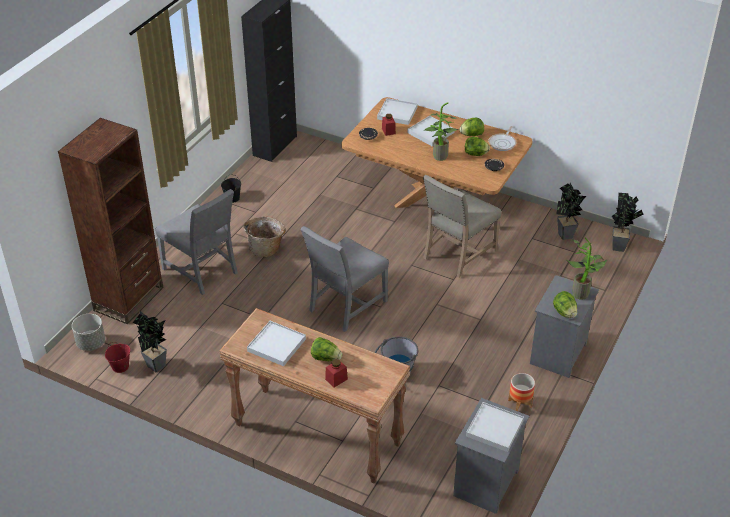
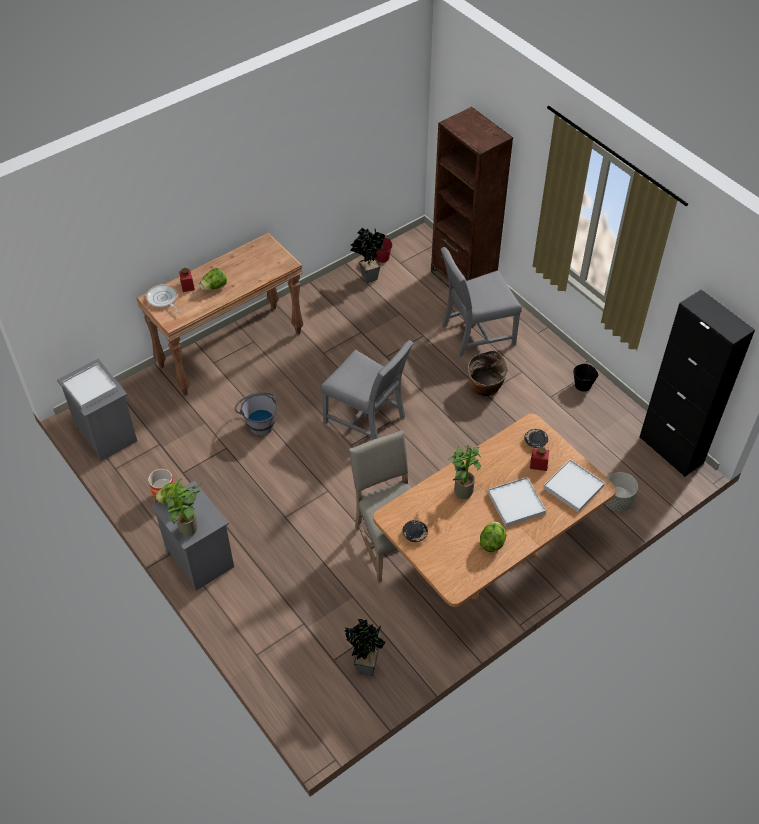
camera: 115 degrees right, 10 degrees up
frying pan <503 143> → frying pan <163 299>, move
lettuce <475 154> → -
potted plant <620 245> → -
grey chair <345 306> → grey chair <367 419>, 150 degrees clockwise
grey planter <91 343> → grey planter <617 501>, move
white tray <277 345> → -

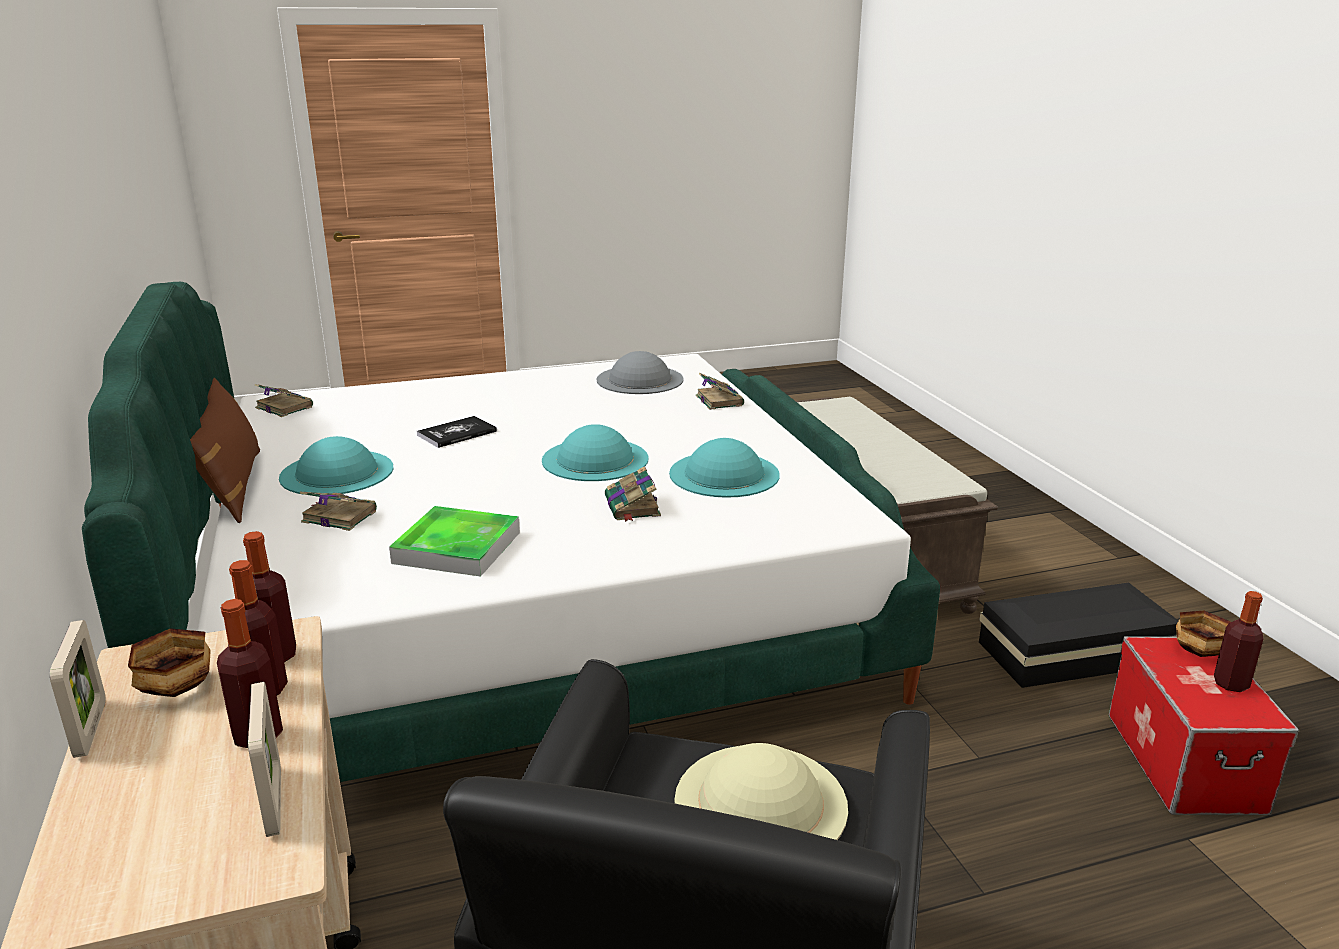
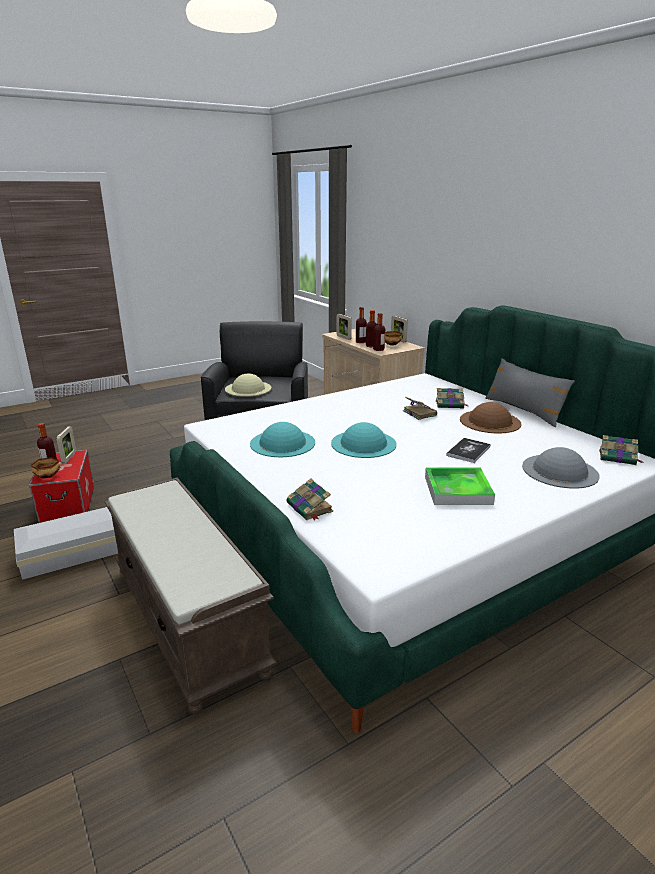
camera: 165 degrees right, 0 degrees up
grey hat <640 379> → grey hat <559 471>, move
brown pillow <233 486> → grey pillow <523 410>
turquoise hat <337 472> → brown hat <490 421>
book <632 507> → book <419 413>, move
tray <457 547> → tray <457 490>, move
black storage box <1077 653> → white storage box <73 551>
- → picture frame <69 458>

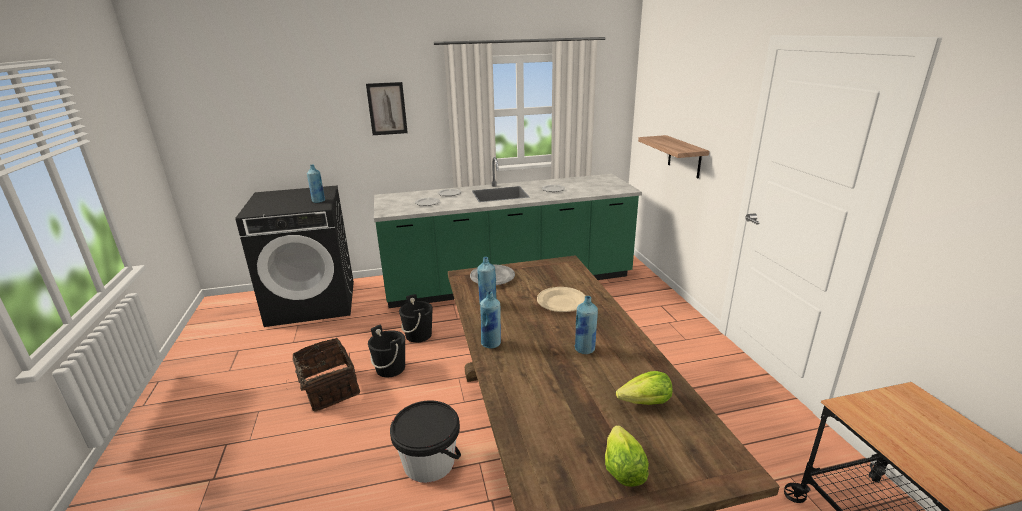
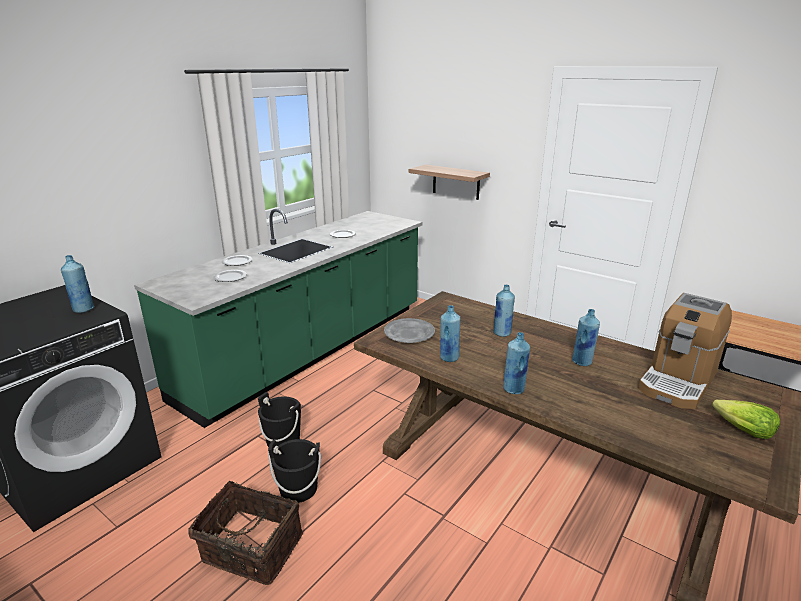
camera: 40 degrees left, 0 degrees up
picture <387 108> → -
beige plate <561 302> → blue bottle <502 333>
lettuce <645 402> → coffee machine <678 381>
black bucket <429 462> → -

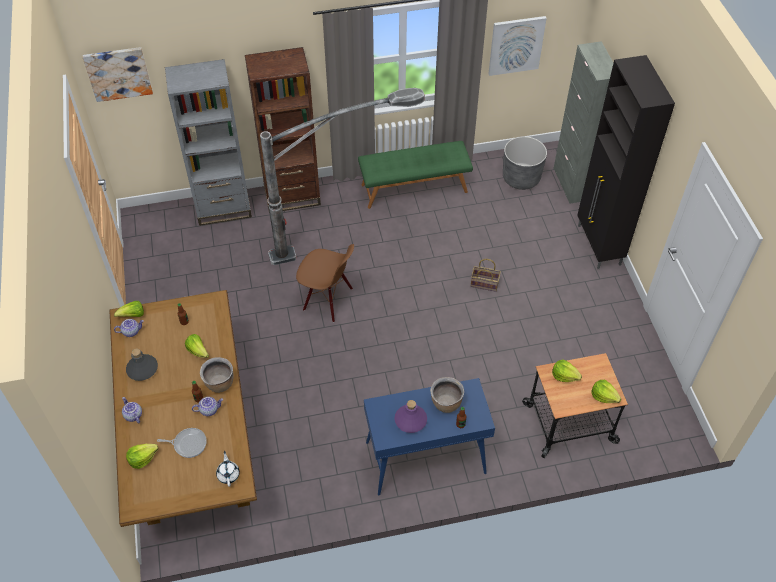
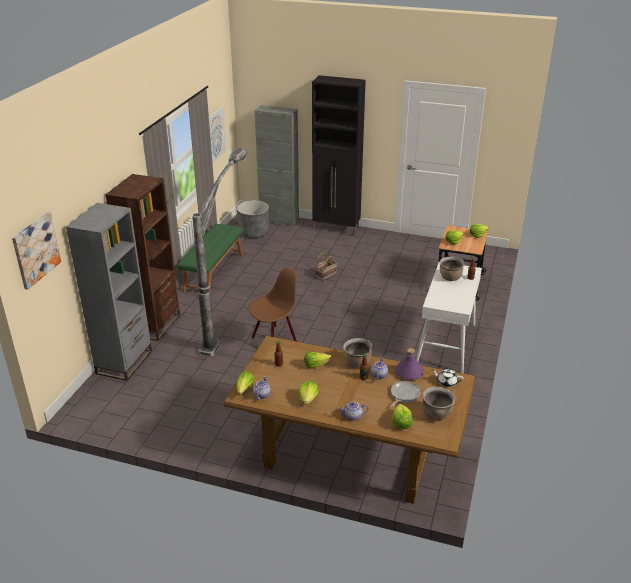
camera: 60 degrees left, 20 degrees down
grey bottle <142 369> → lettuce <308 399>
blue console table <425 458> → white console table <446 344>
purple bottle <411 420> → purple bottle <409 372>, move
- → brown cooking pot <436 414>

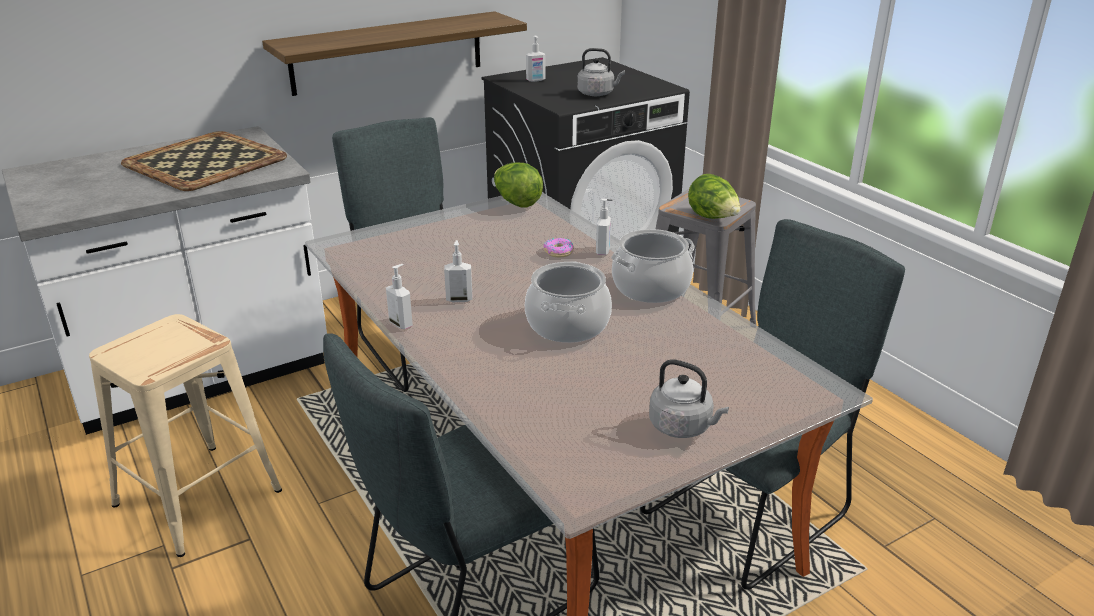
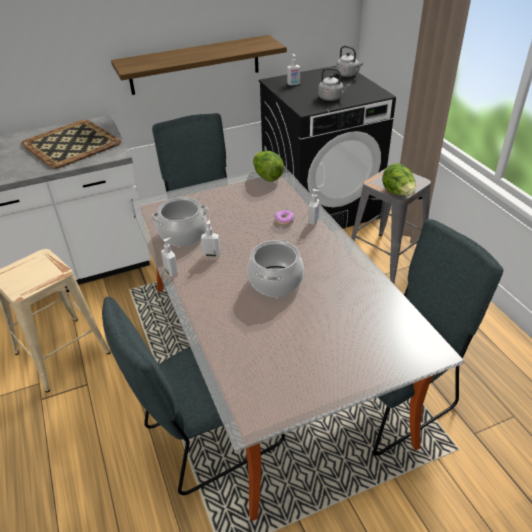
camera: 10 degrees right, 10 degrees up
cooking pot <650 287> → cooking pot <183 234>, move
grey kettle <683 427> → grey kettle <348 75>, move

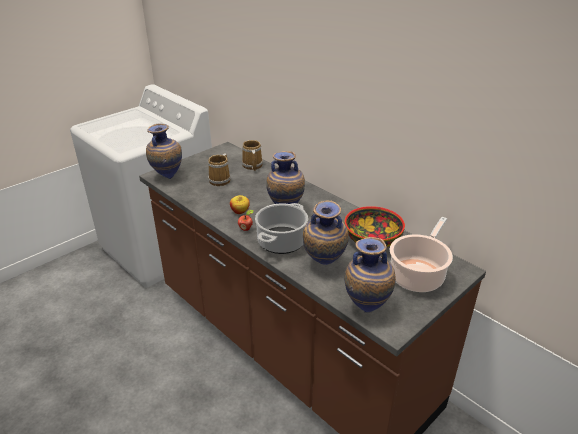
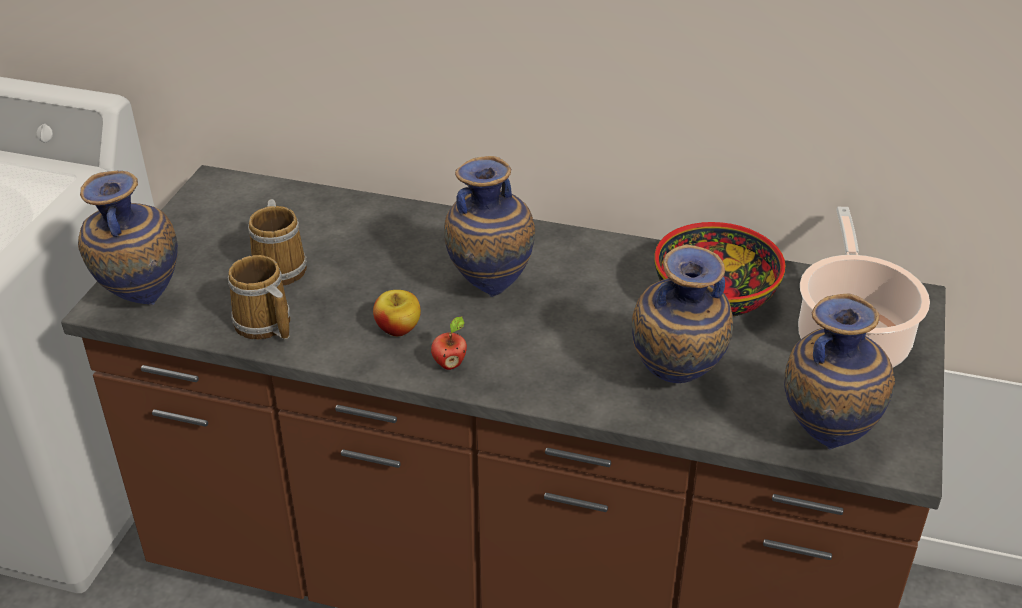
camera: 30 degrees left, 5 degrees up
mug <252 166> → mug <263 325>, move
cooking pot <281 242> → -

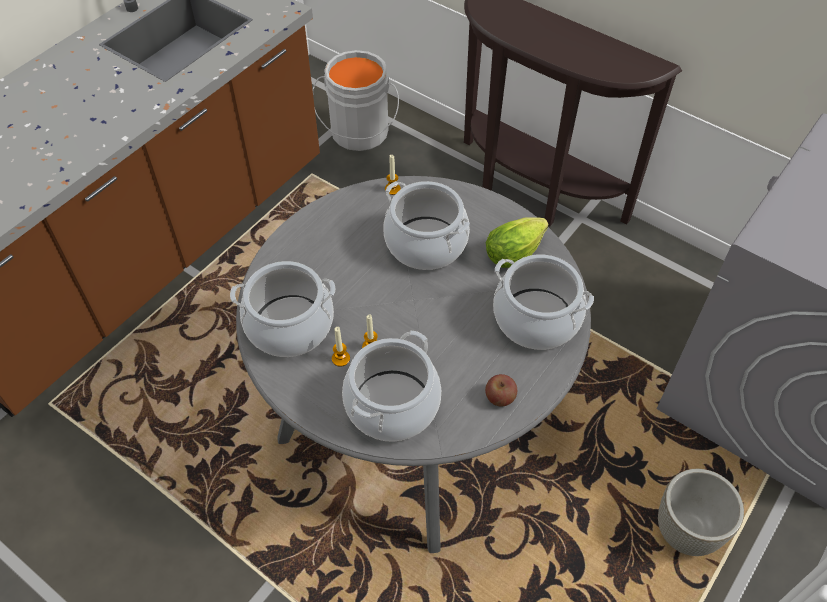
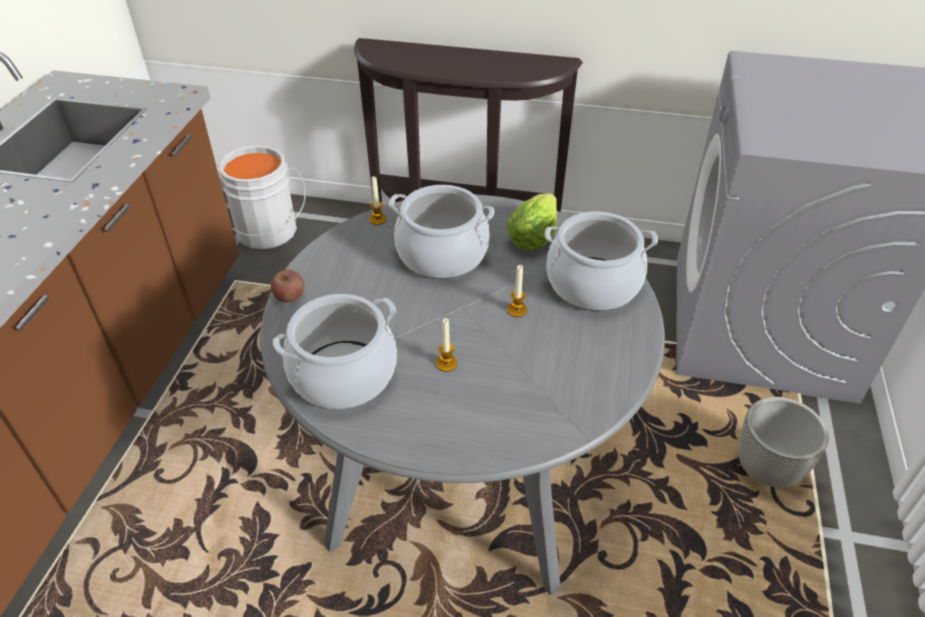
camera: 25 degrees left, 10 degrees down
candle <341 358> → candle <517 310>, move
cooking pot <392 405> → -
apple <500 397> → apple <289 296>, move

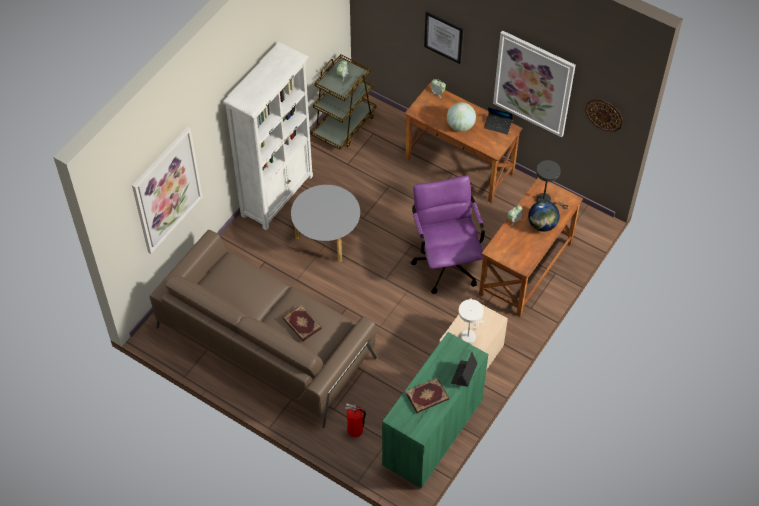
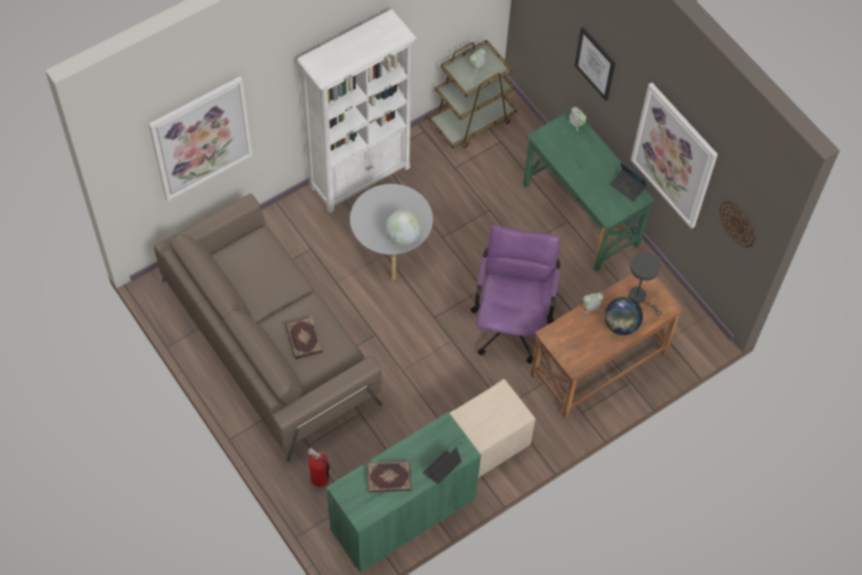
camera: 20 degrees right, 5 degrees up
brown desk <459 165> → green desk <581 214>
globe <460 126> → globe <403 236>, move
white table lamp <469 335> → -

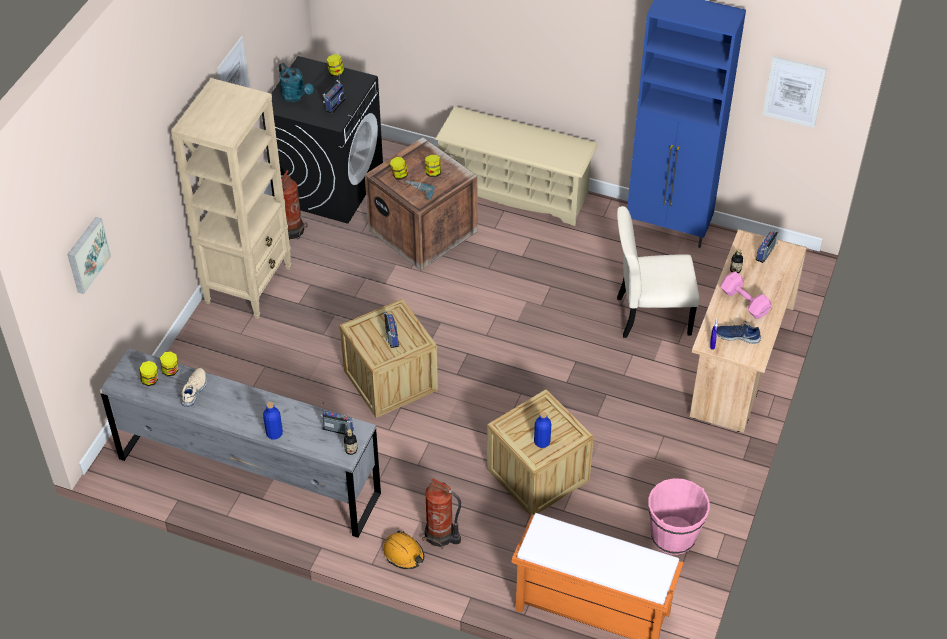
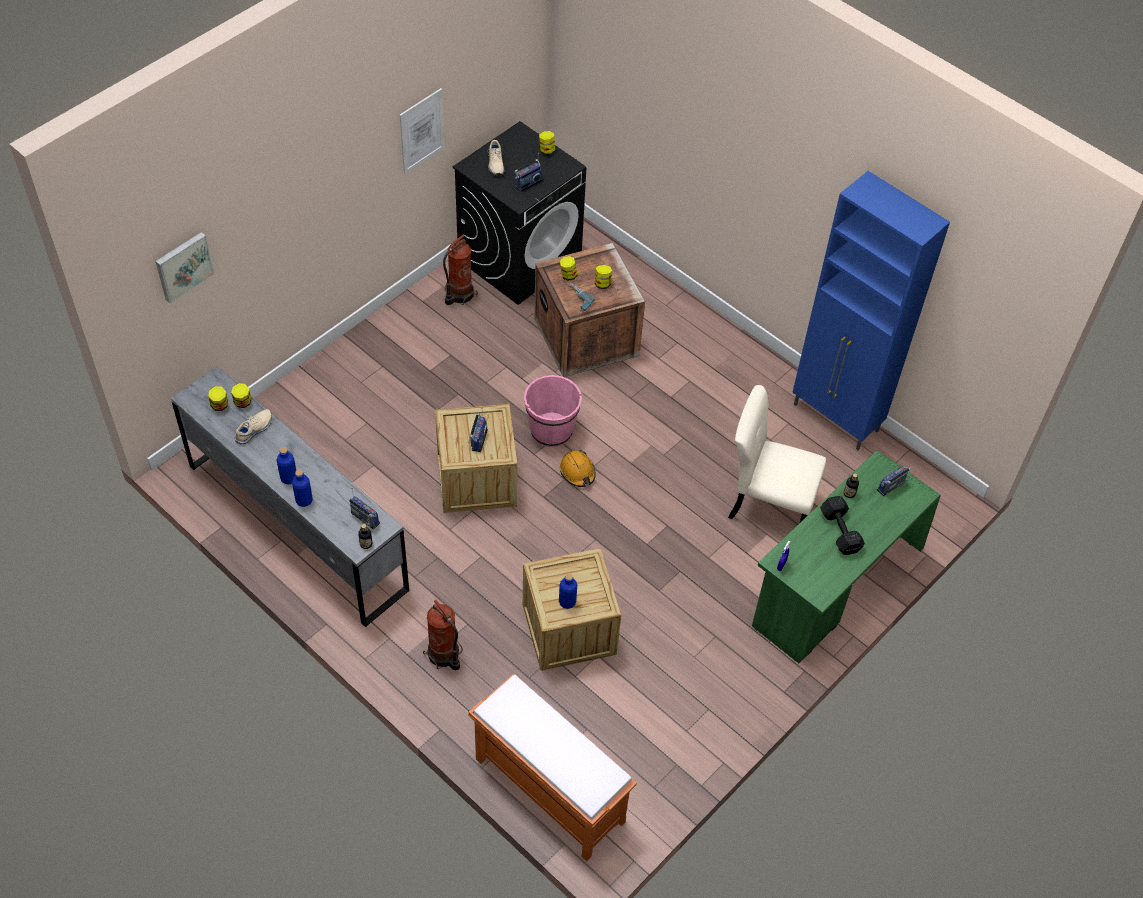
camera: 20 degrees right, 5 degrees up
picture <794 91> → -
turquoise watering can <296 97> → beige shoe <495 163>
beige bookcase <249 284> → -
beige shoe rack <515 191> → -
beige desk <739 361> → green desk <834 586>
pink dumbbell <745 303> → black dumbbell <840 533>
blue shoe <737 336> → -
pink bucket <673 536> → pink bucket <551 430>, move
orange hard hat <403 554> → orange hard hat <577 472>, move
- → blue bottle <289 478>

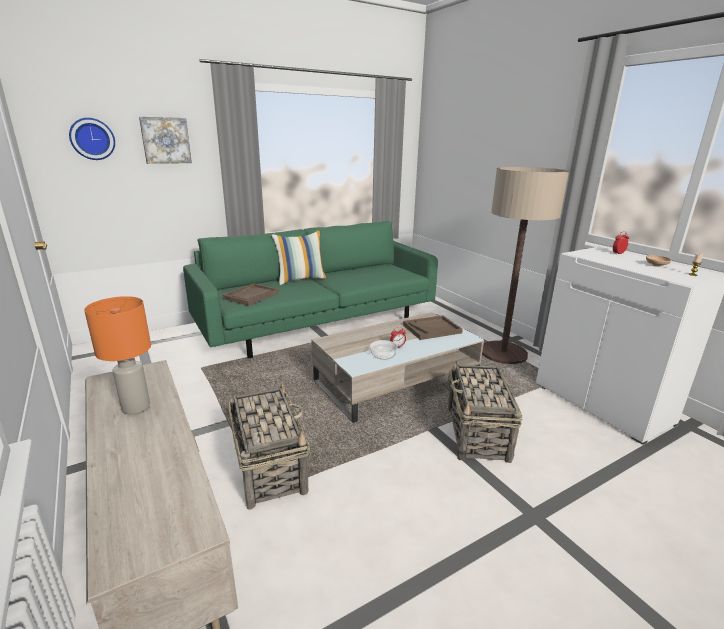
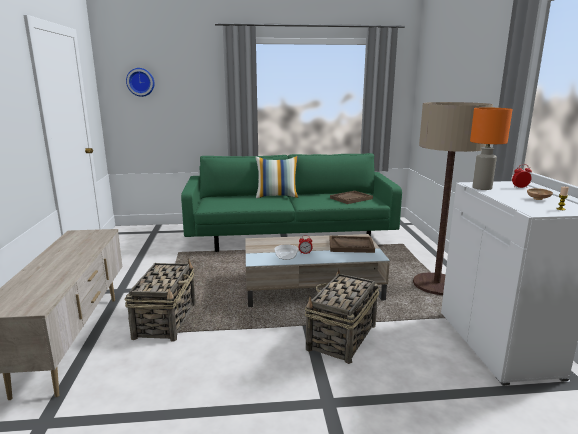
camera: 25 degrees right, 5 degrees down
picture <165 140> → -
brown tray <251 296> → brown tray <351 198>, move
orange table lamp <135 407> → orange table lamp <481 188>, move

